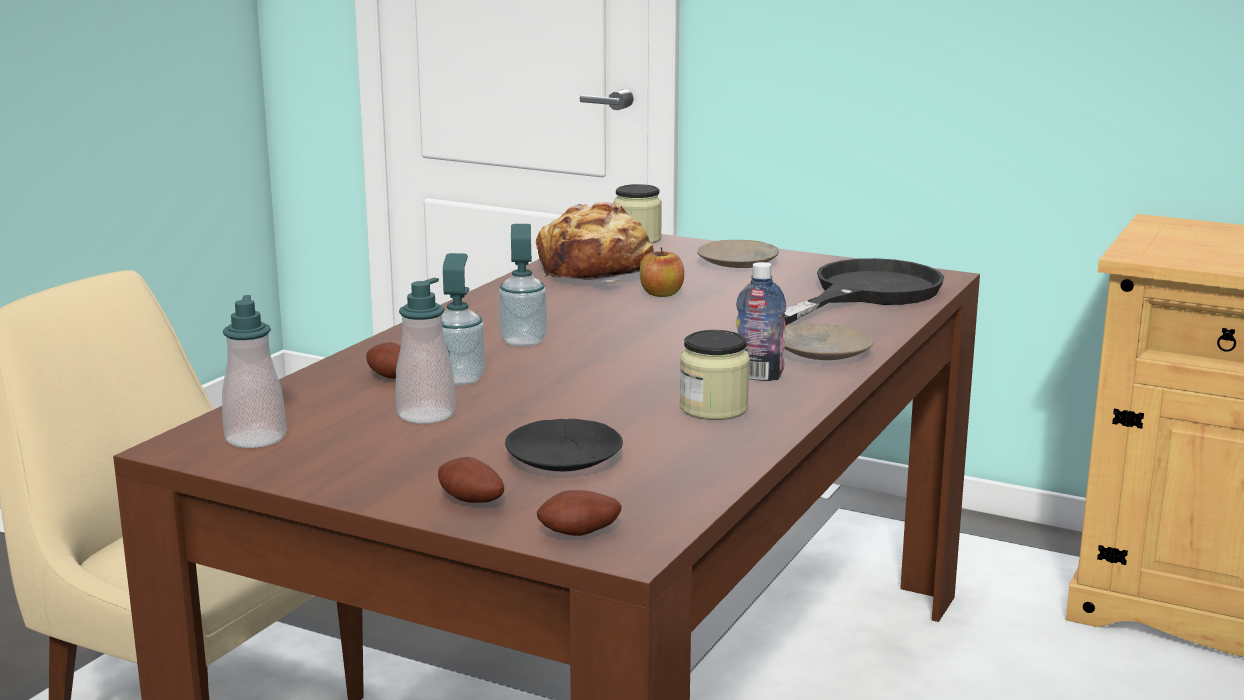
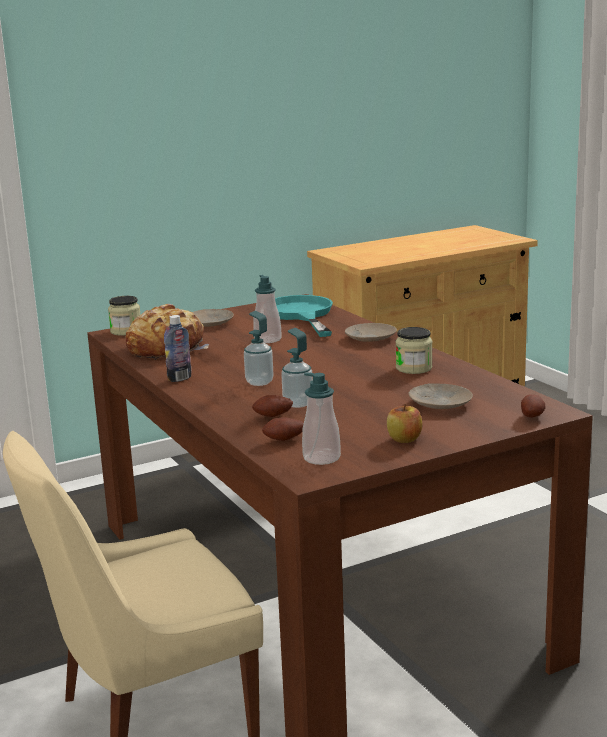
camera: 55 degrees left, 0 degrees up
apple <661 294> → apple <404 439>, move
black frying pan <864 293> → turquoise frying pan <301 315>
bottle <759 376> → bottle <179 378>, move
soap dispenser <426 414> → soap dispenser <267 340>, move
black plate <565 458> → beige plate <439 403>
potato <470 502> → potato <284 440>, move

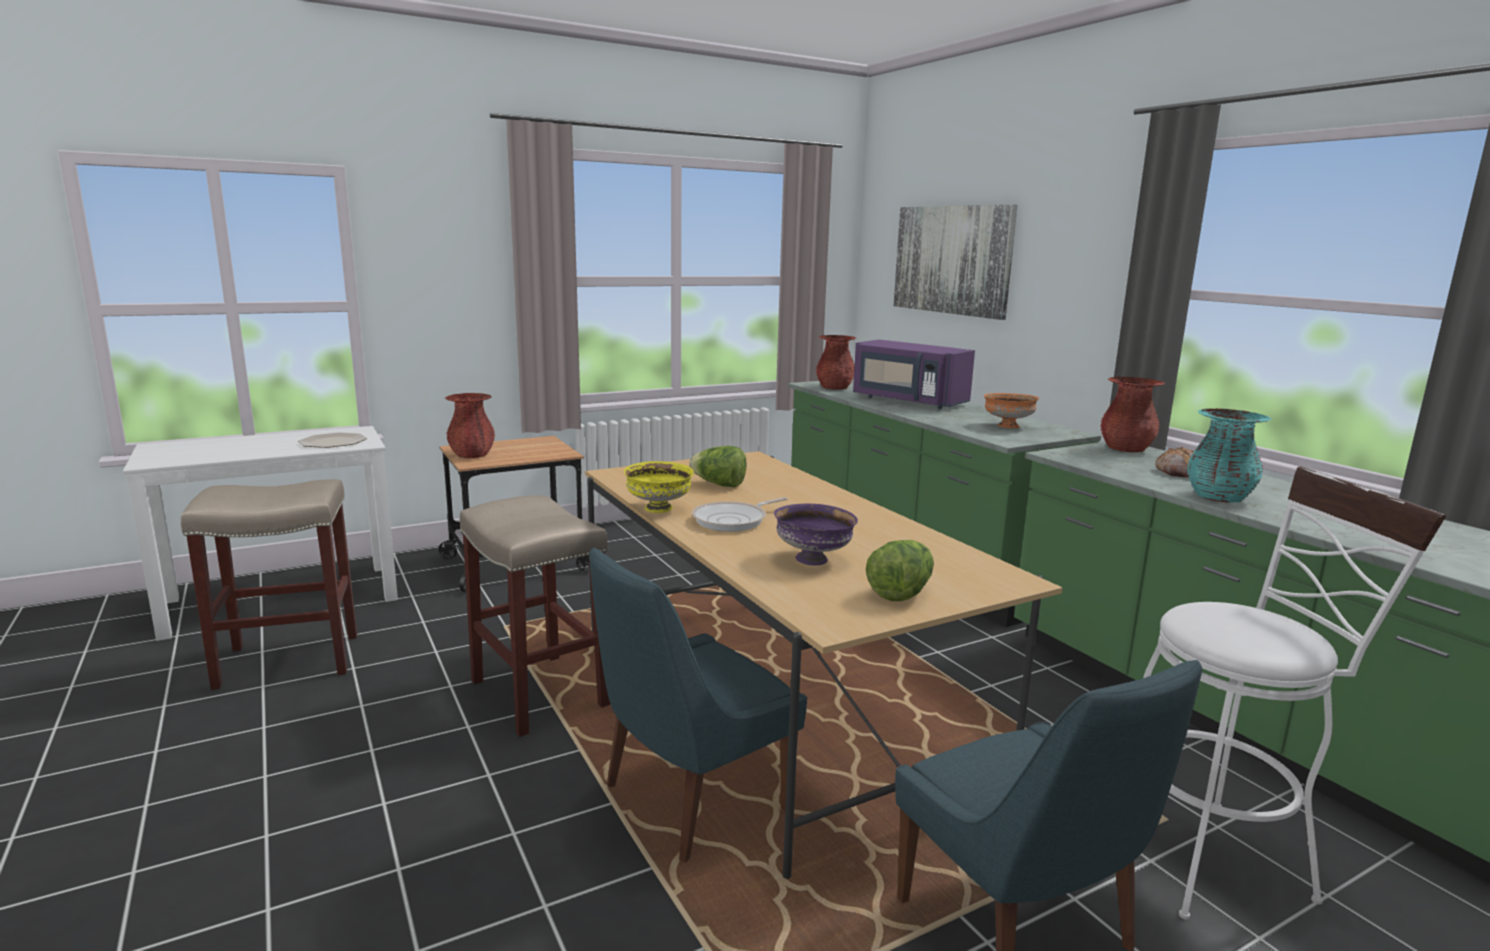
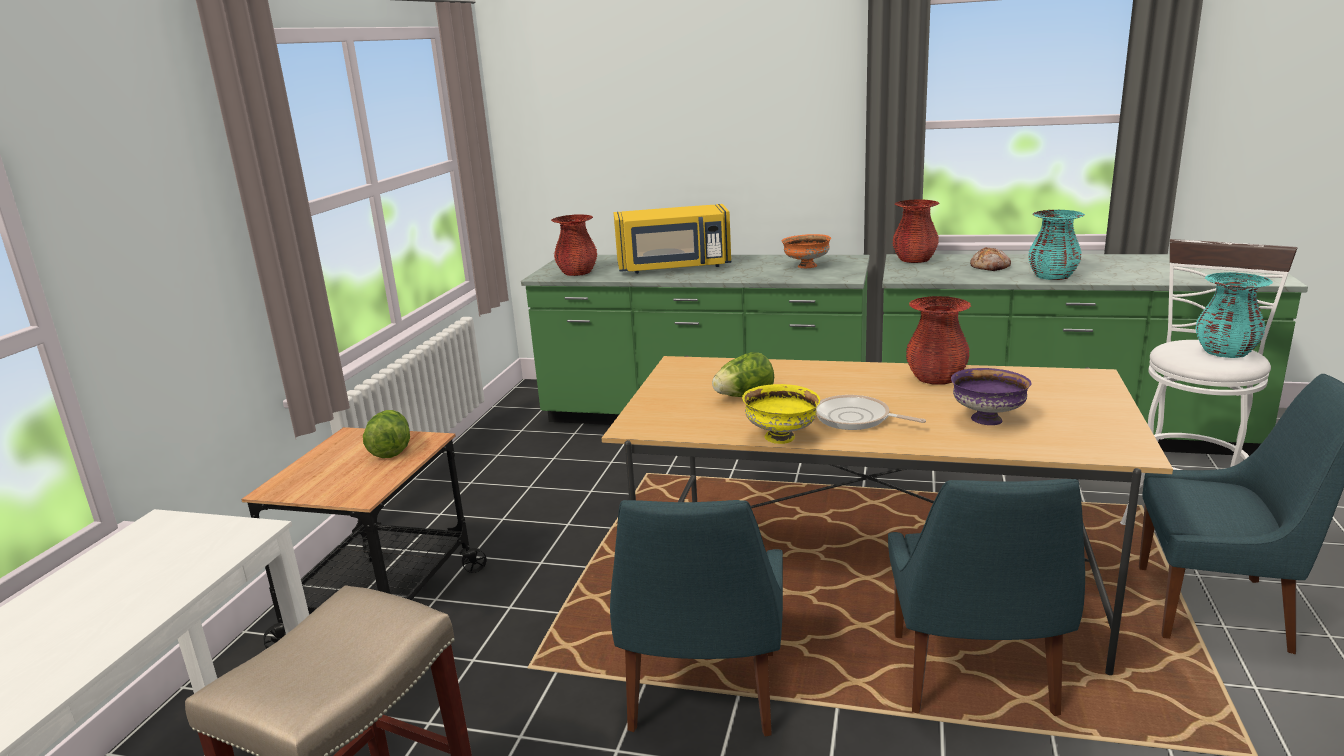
camera: 45 degrees left, 5 degrees up
picture <952 260> → -
purple microwave <907 401> → yellow microwave <674 267>
red vase <472 455> → red vase <936 378>, move
plate <332 442> → -
beige stool <537 693> → blue chair <703 696>
frying pan <733 520> → frying pan <855 419>, 120 degrees clockwise
lettuce <901 593> → lettuce <391 450>, move
- → turquoise vase <1225 352>

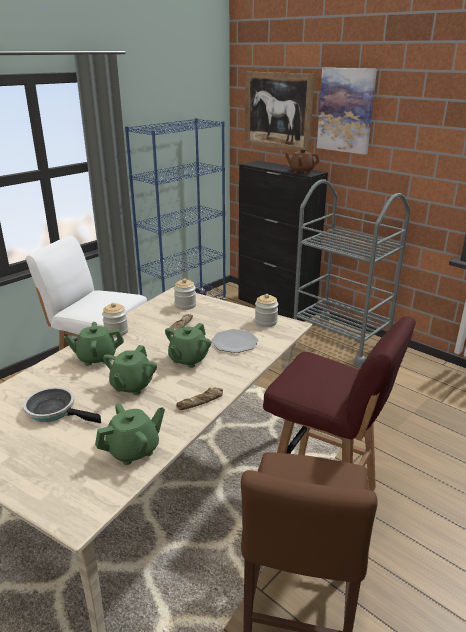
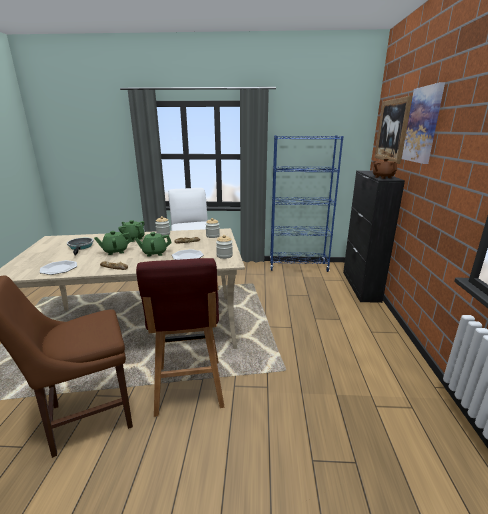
camera: 50 degrees right, 5 degrees down
grey cart <340 340> → -
green teapot <134 450> → plate <59 268>

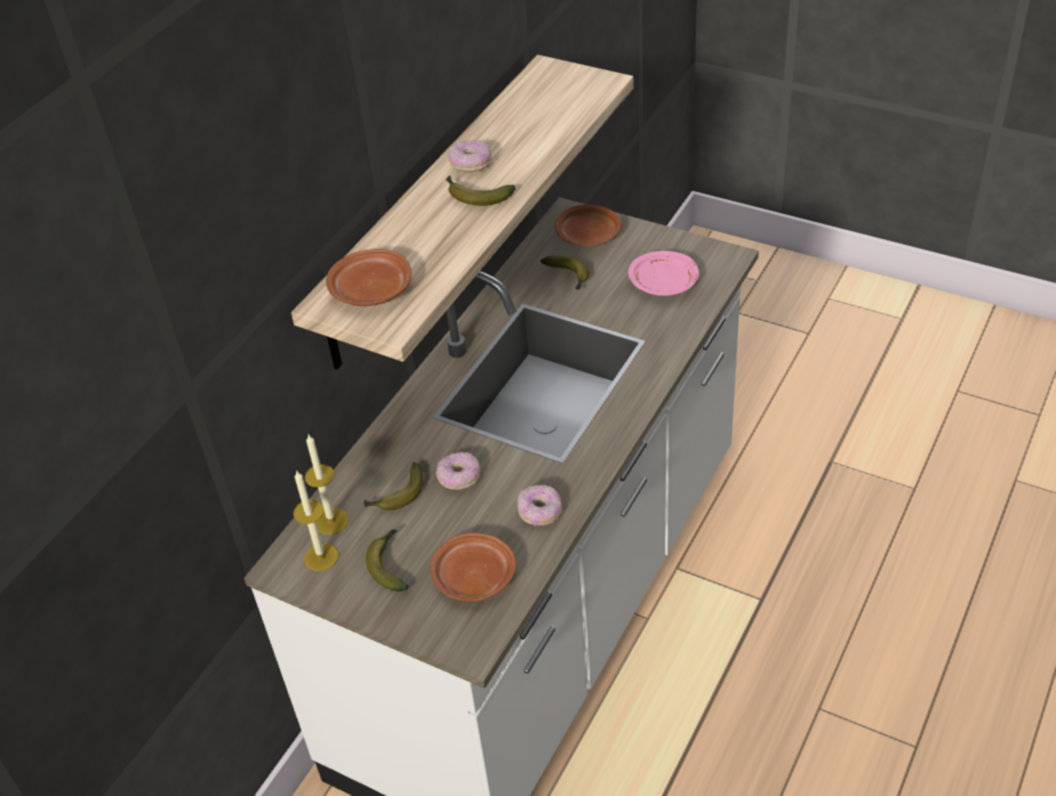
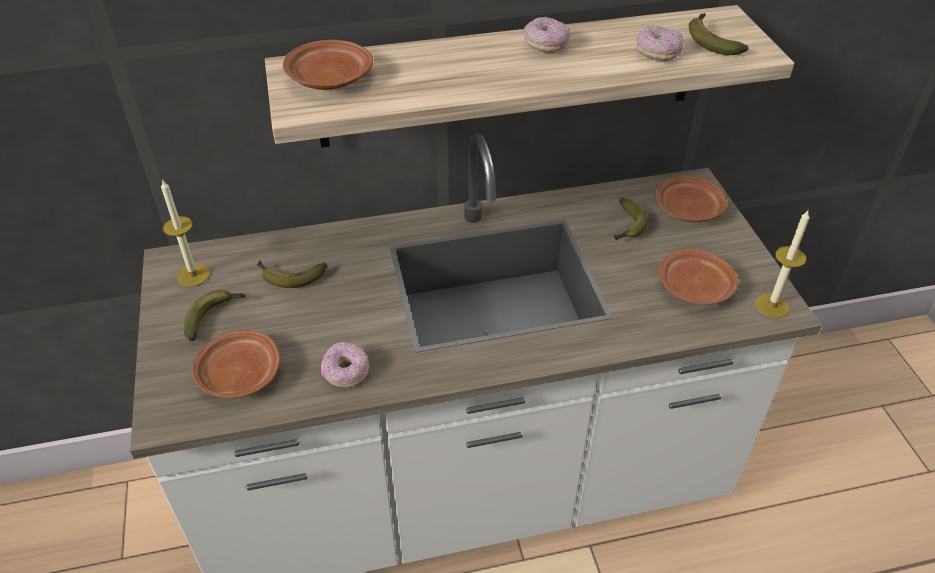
camera: 45 degrees right, 0 degrees up
banana <475 196> → banana <711 41>, move
pink plate <664 283> → brown plate <695 288>
candle <331 521> → candle <772 306>, move
donut <459 478> → donut <657 53>, move

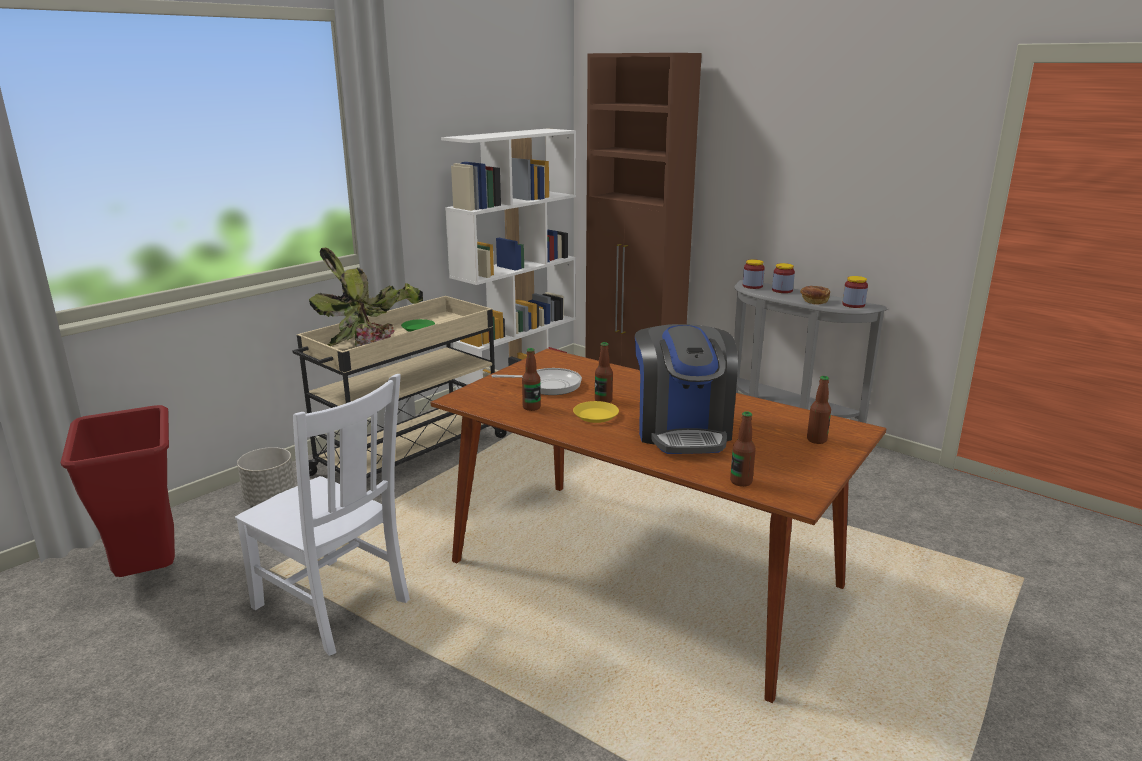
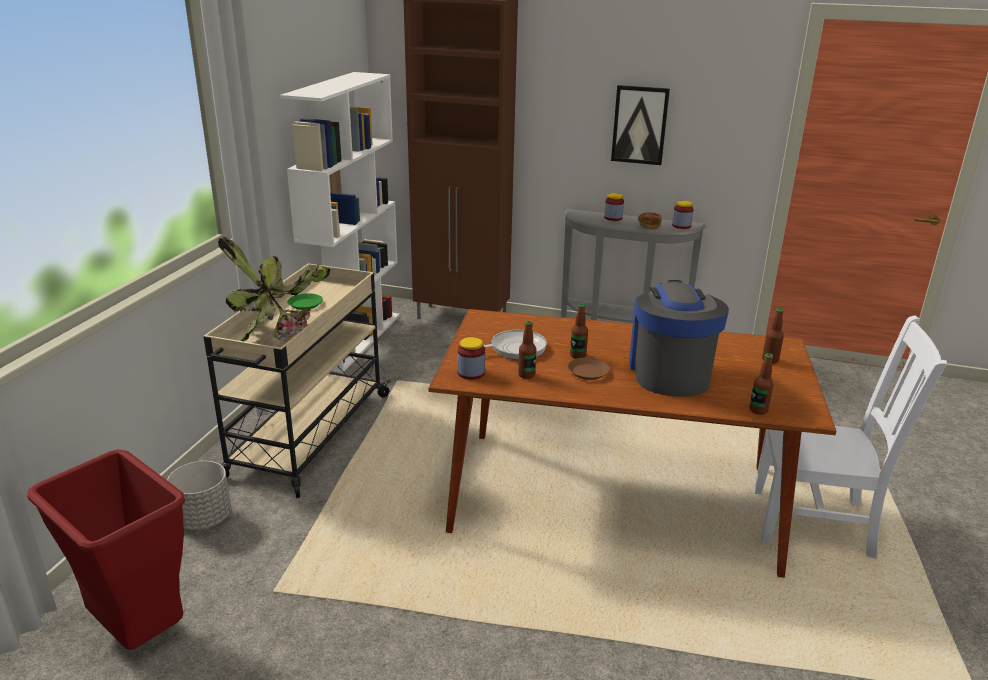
camera: 25 degrees left, 5 degrees up
jar <752 286> → jar <471 373>, move
coffee machine <682 430> → coffee machine <669 372>, 150 degrees counterclockwise
white chair <334 606> → white chair <817 524>, move
yellow plate <596 415> → brown plate <588 372>
- → picture <640 125>

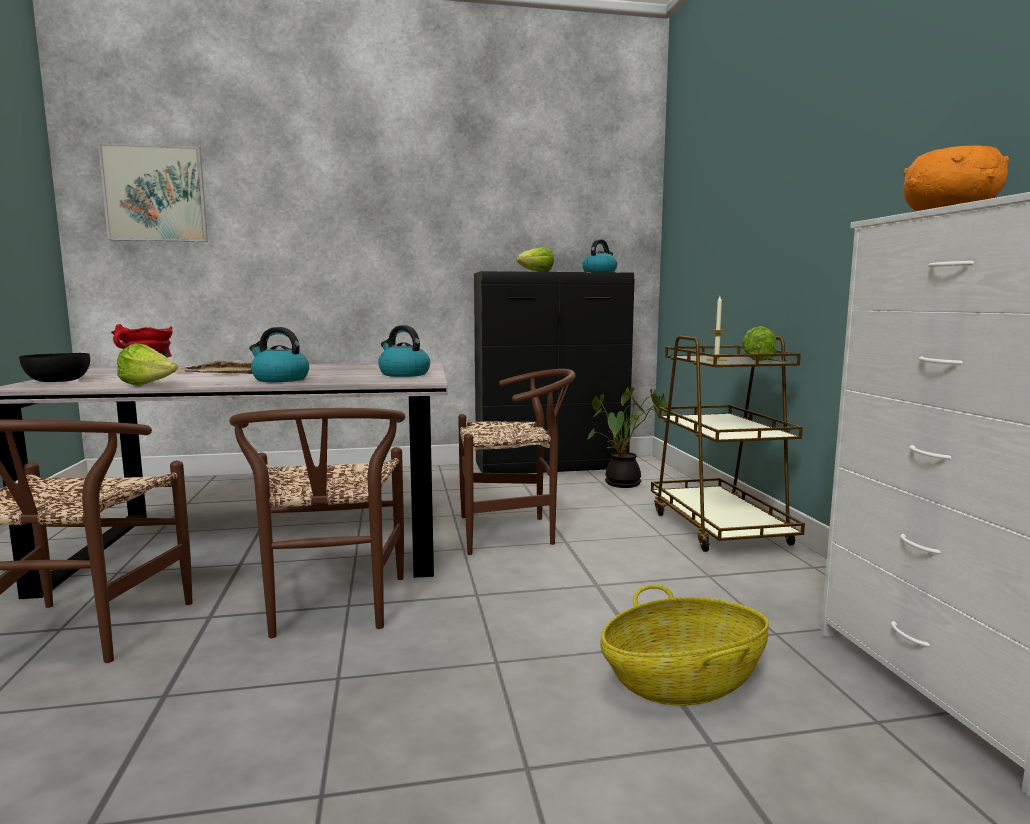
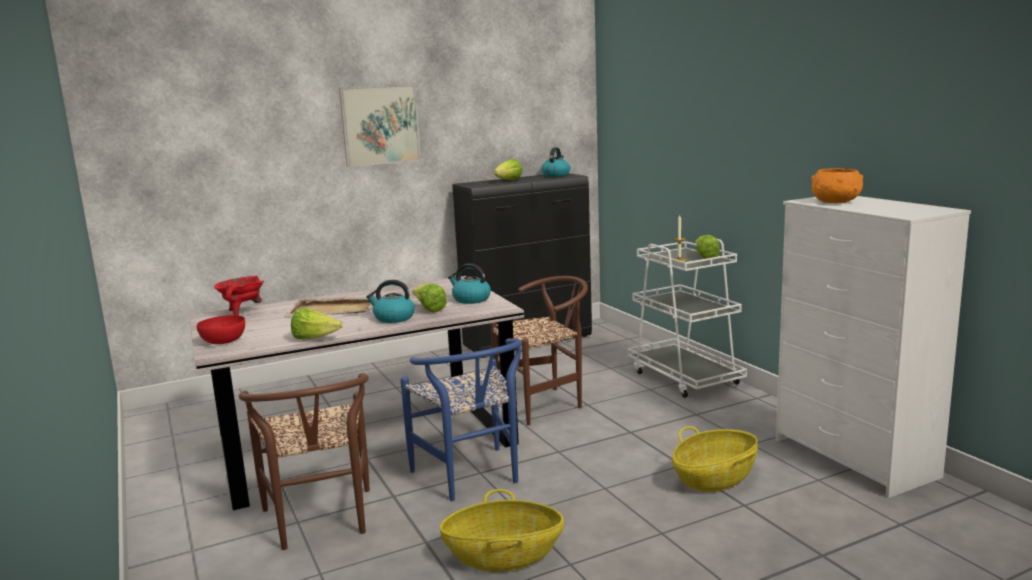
camera: 15 degrees left, 5 degrees up
picture <155 194> → picture <380 125>, move
brown cart <719 528> → white cart <684 377>
black bowl <57 381> → red bowl <223 341>
potted plant <623 484> → -
brown chair <330 611> → blue chair <472 478>
- → lettuce <429 309>
- → basket <503 556>

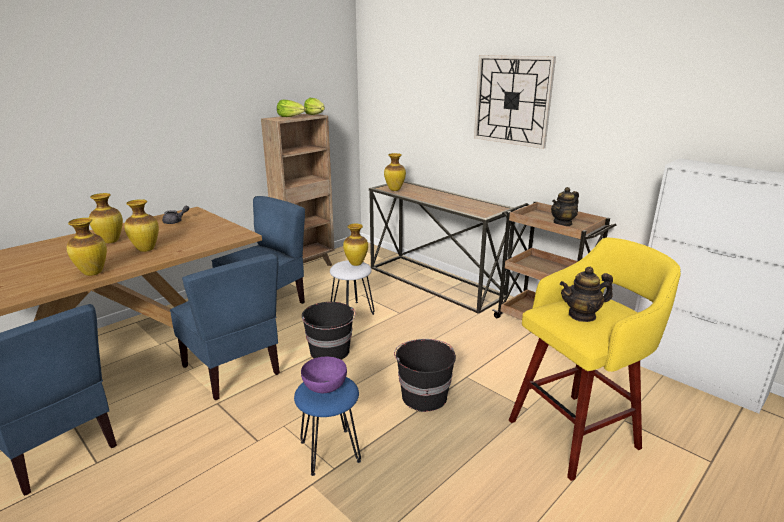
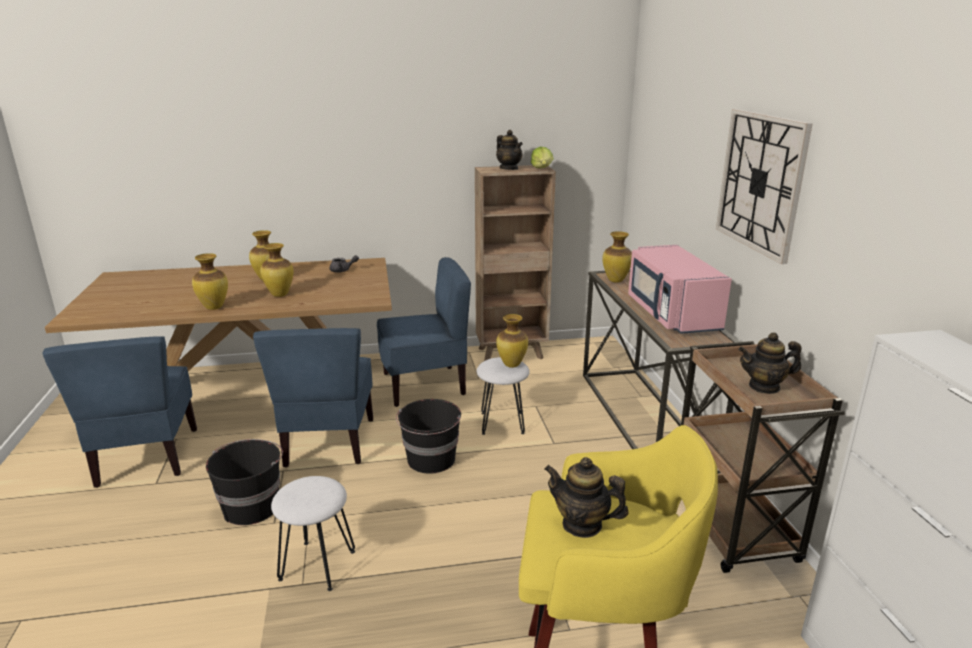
camera: 35 degrees right, 0 degrees up
lettuce <291 117> → teapot <509 168>
black bucket <423 396> → black bucket <252 507>, move
purple bowl <324 386> → -
blue stool <330 451> → white stool <318 564>
- → pink microwave <671 314>

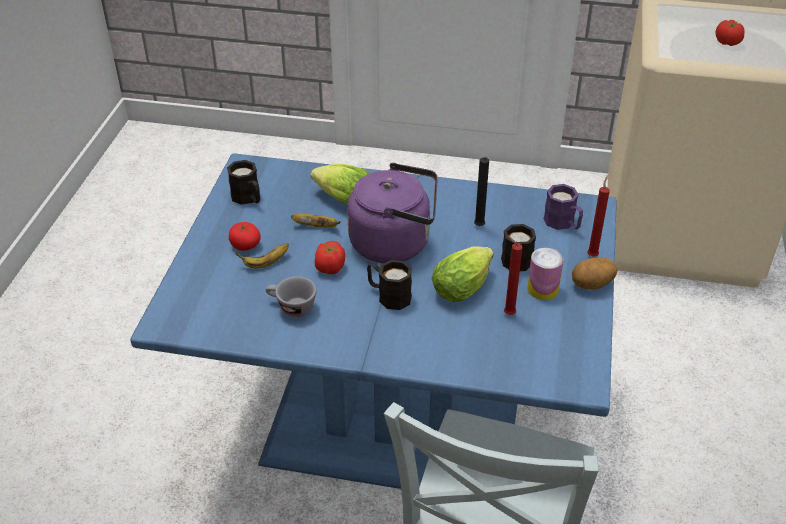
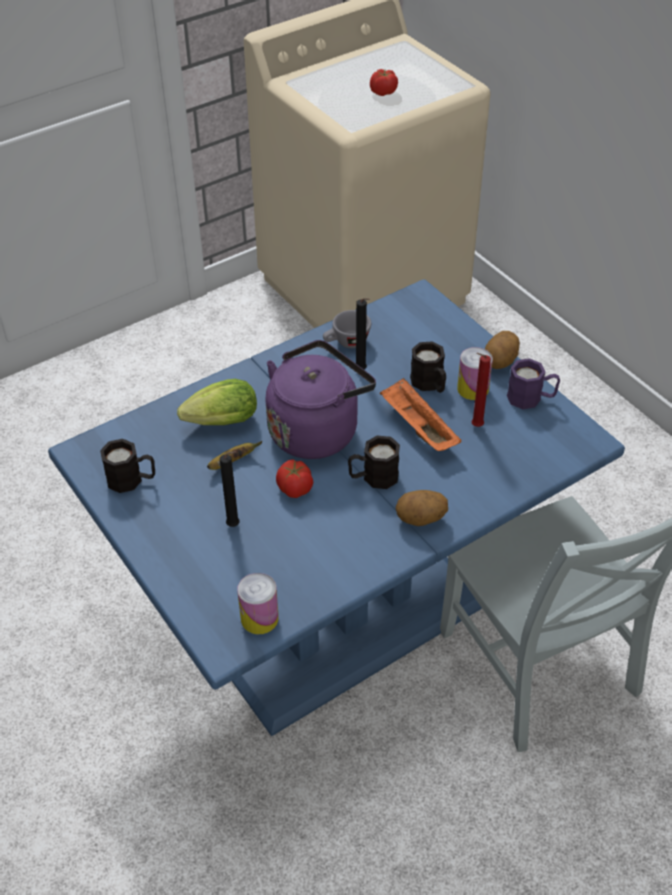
camera: 45 degrees left, 5 degrees up
red candle <592 255> → -
purple mug <563 223> → purple mug <531 398>, move
tomato <245 245> → -
banana <265 263> → black candle <235 525>
lettuce <464 286> → orange tray <417 427>
grey cup <291 307> → grey cup <346 343>, move
- → potato <421 519>
- → can <259 618>

